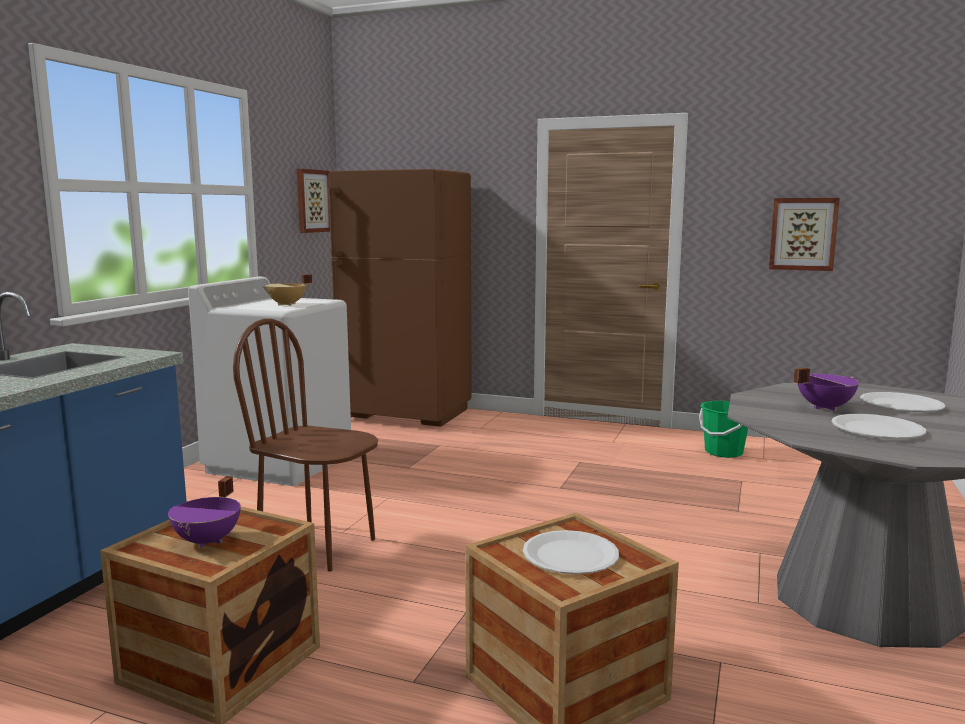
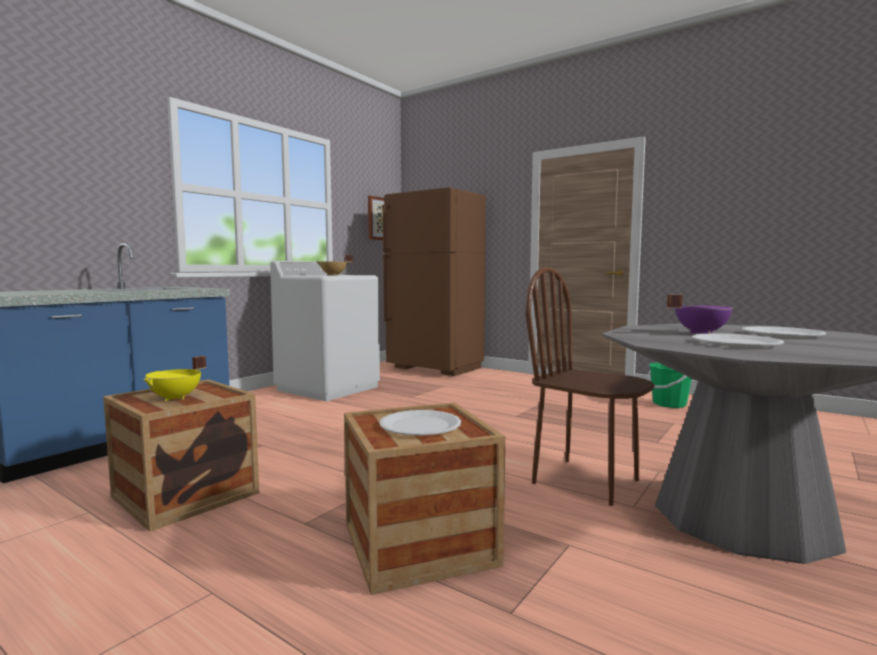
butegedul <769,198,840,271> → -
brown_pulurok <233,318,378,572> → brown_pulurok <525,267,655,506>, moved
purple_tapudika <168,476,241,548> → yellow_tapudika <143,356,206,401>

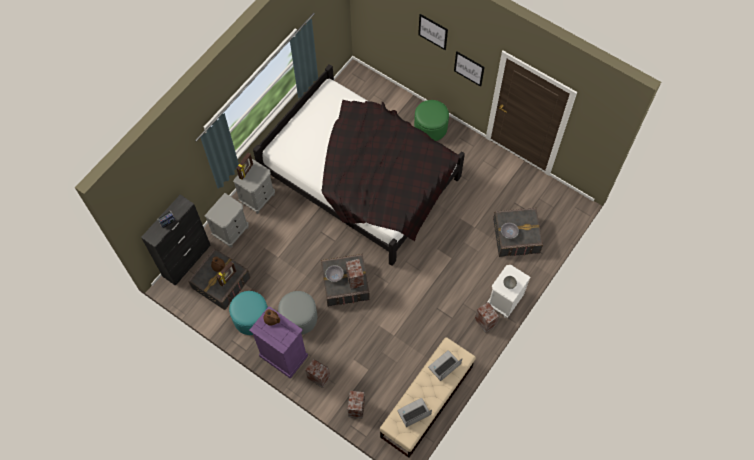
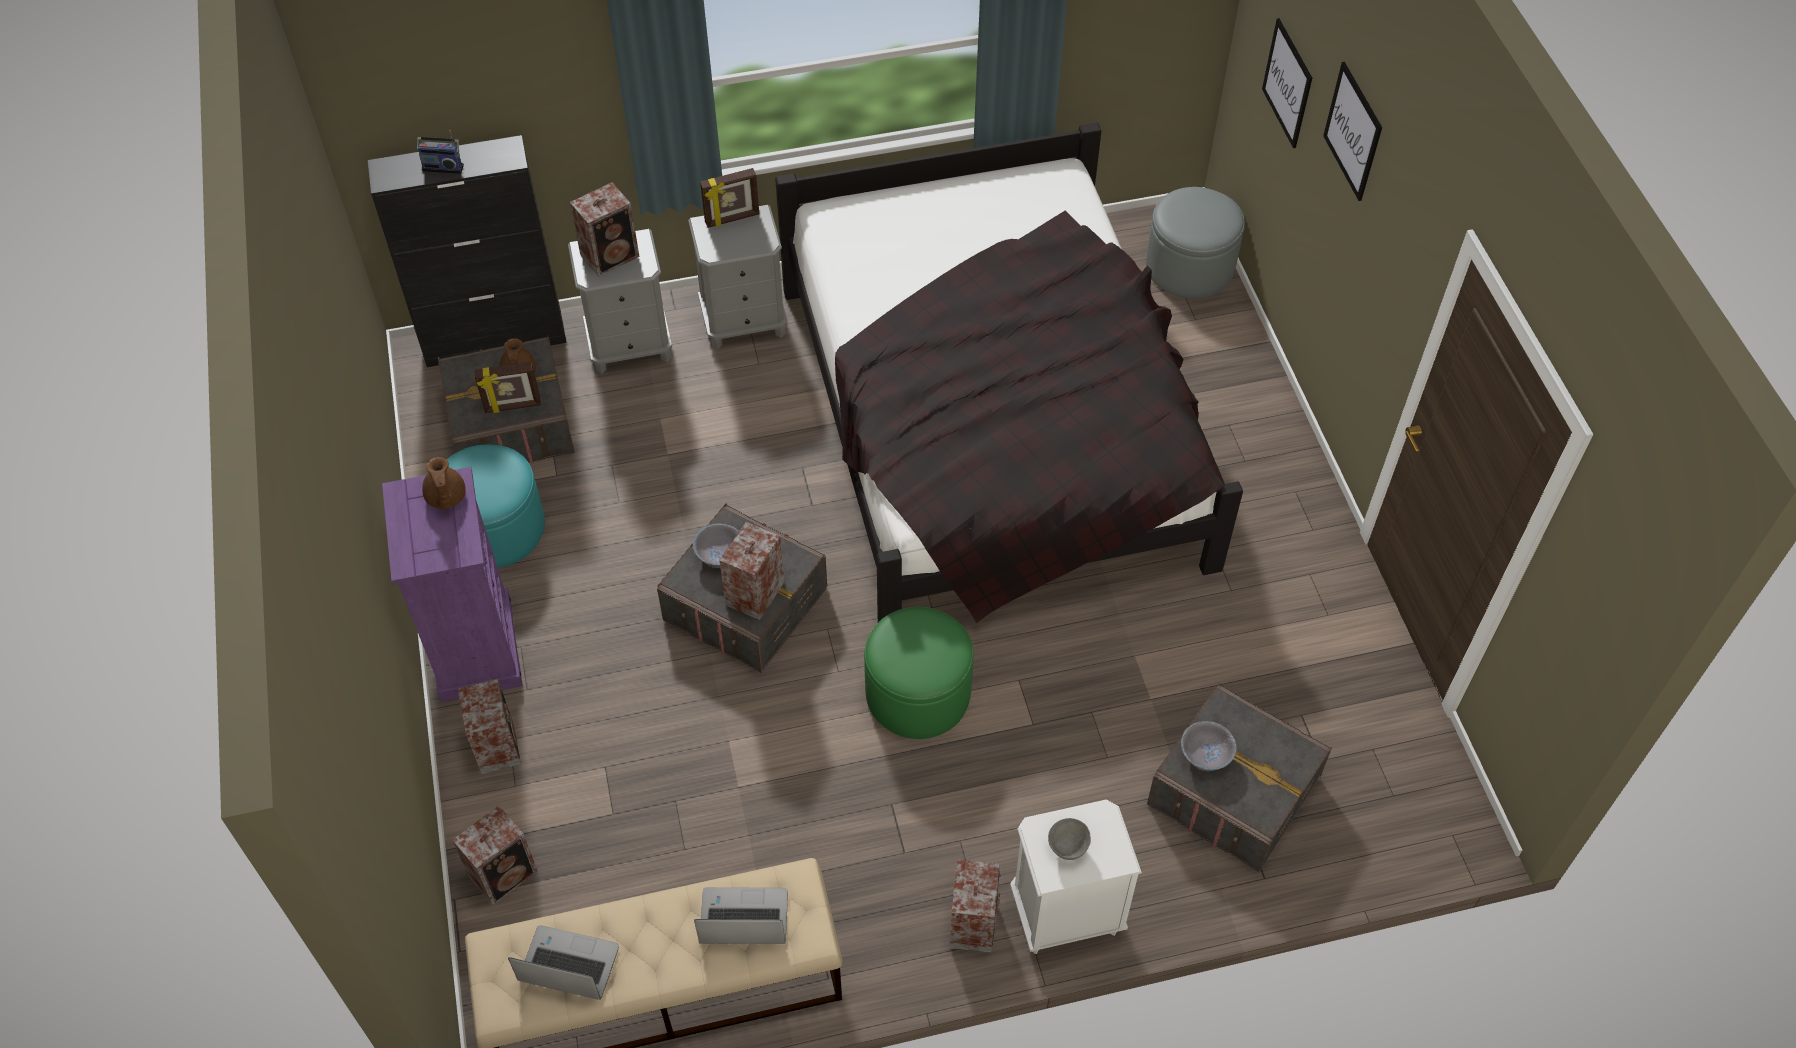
butegedul <454,51,485,87> → butegedul <1262,18,1312,148>, moved
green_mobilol <414,100,449,141> → green_mobilol <864,607,974,739>, moved
grey_mobilol <278,291,317,335> → grey_mobilol <1146,187,1245,299>, moved
- → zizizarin <570,182,639,277>

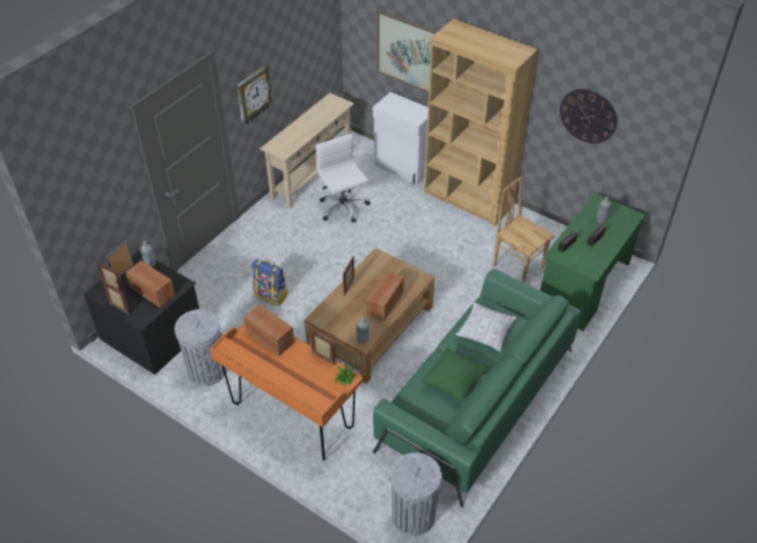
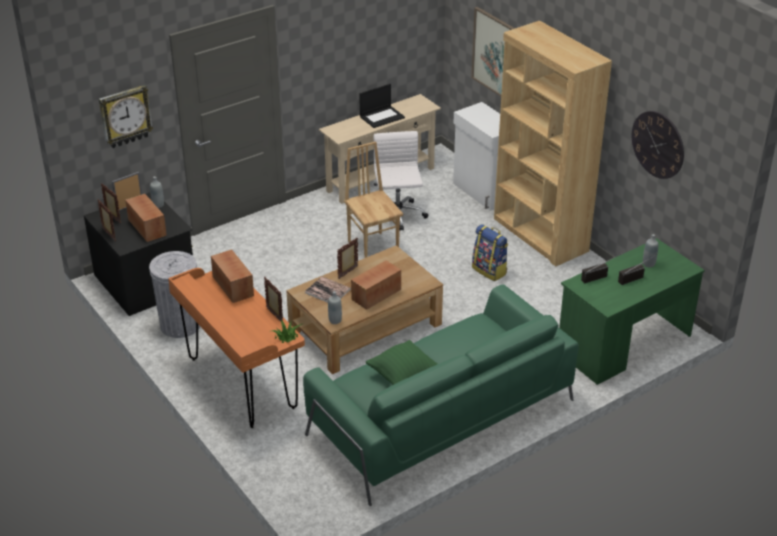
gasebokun <237,65,273,124> → gasebokun <99,85,153,148>, moved
brown_pulurok <493,176,554,283> → brown_pulurok <344,141,403,258>, moved
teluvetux <252,259,288,306> → teluvetux <472,224,508,281>, moved
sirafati <456,302,517,352> → -
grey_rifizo <389,453,443,536> → -
- → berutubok <359,84,405,128>
- → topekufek <305,276,351,303>

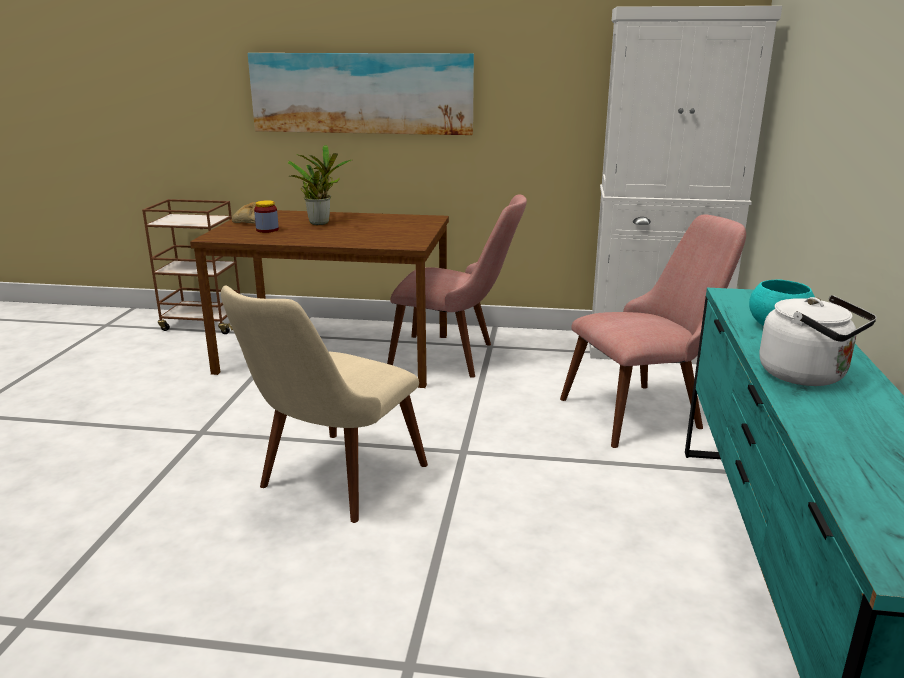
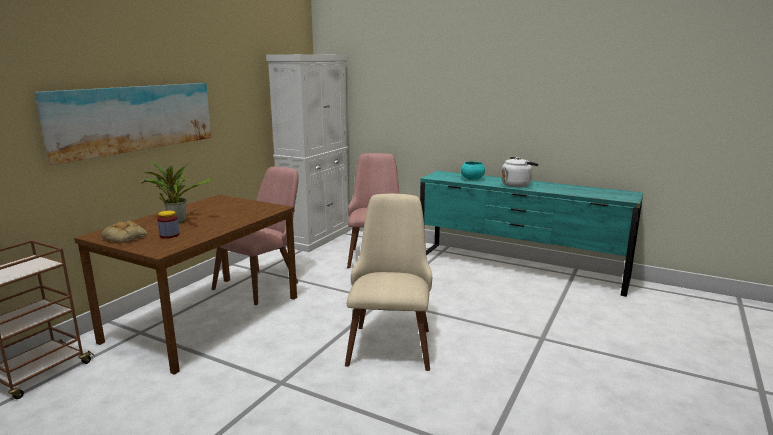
beige_pulurok <221,285,428,523> → beige_pulurok <345,194,432,371>, 135 degrees counterclockwise

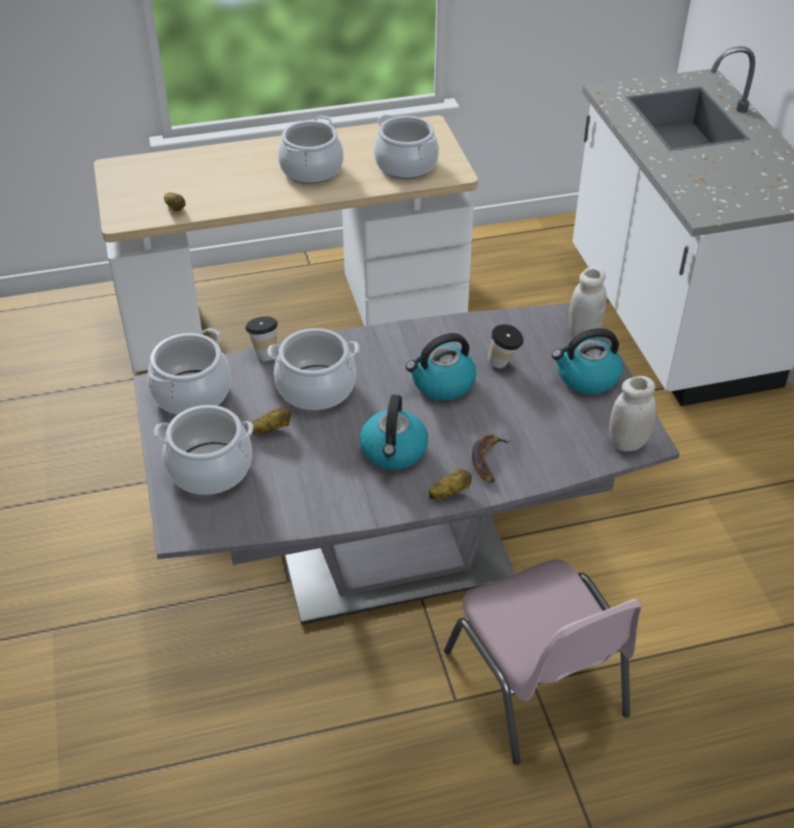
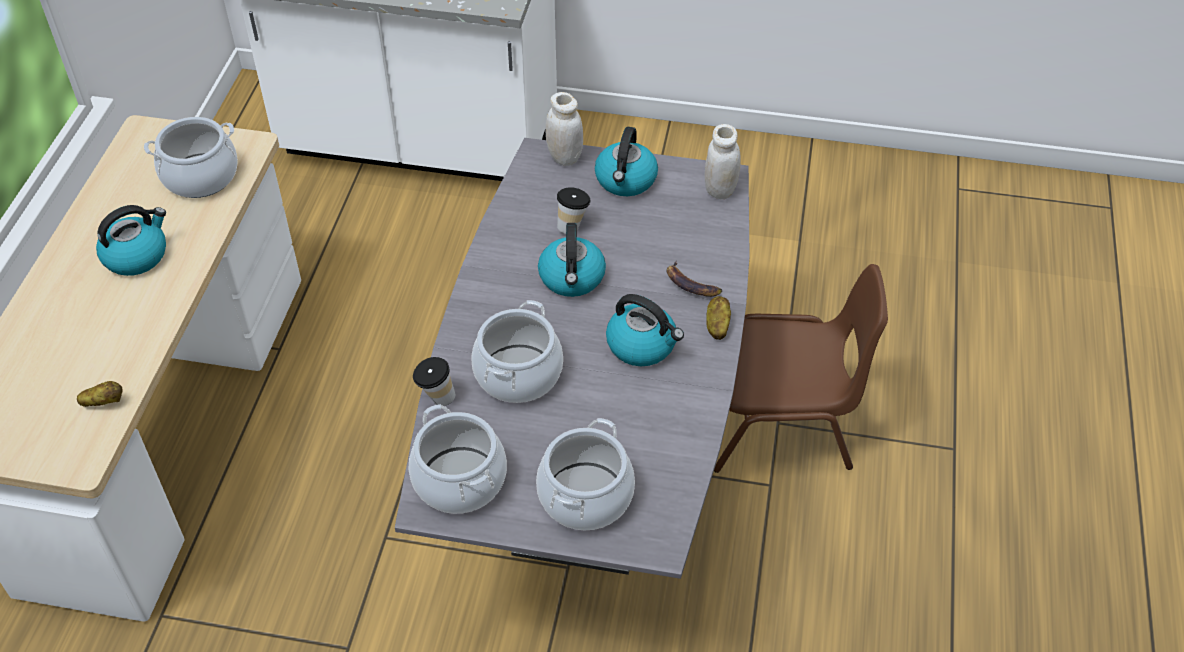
tapudika <278,116,343,184> → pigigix <96,205,166,276>
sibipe <252,407,291,435> → -
pink_pulurok <444,560,642,765> → brown_pulurok <714,264,888,473>

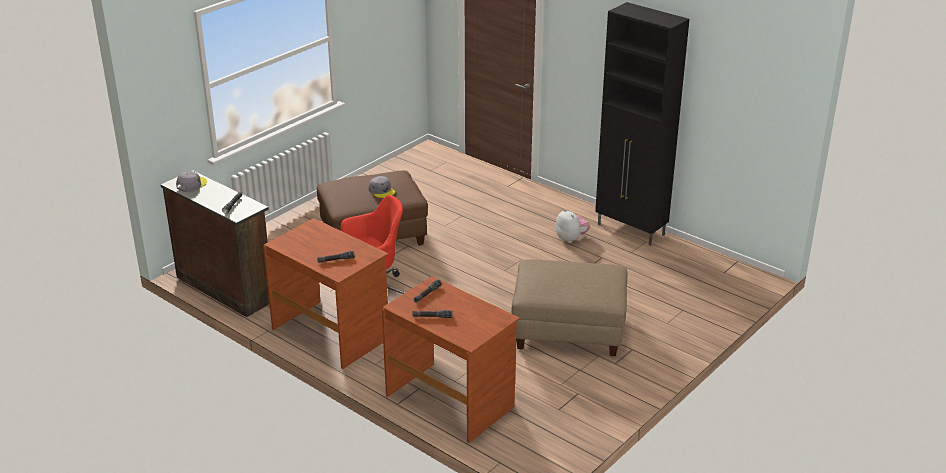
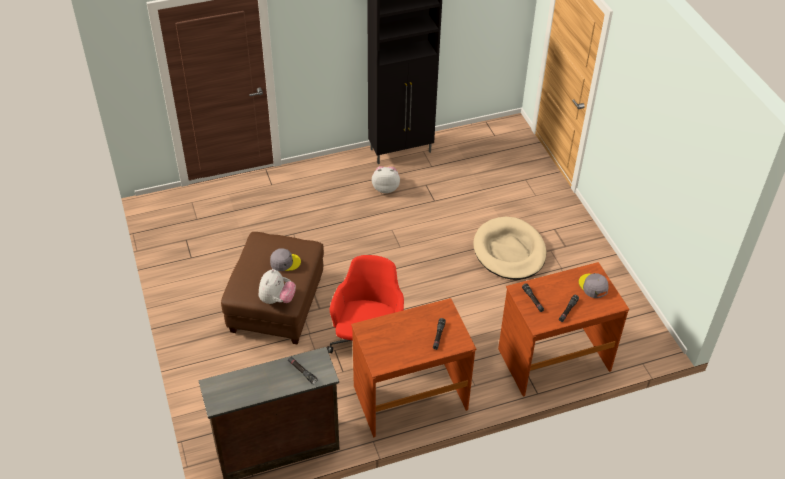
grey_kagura <176,171,207,192> → grey_kagura <579,273,609,298>, moved
beige_mobilol <511,259,627,356> → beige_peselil <473,217,546,280>
- → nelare <259,269,296,304>

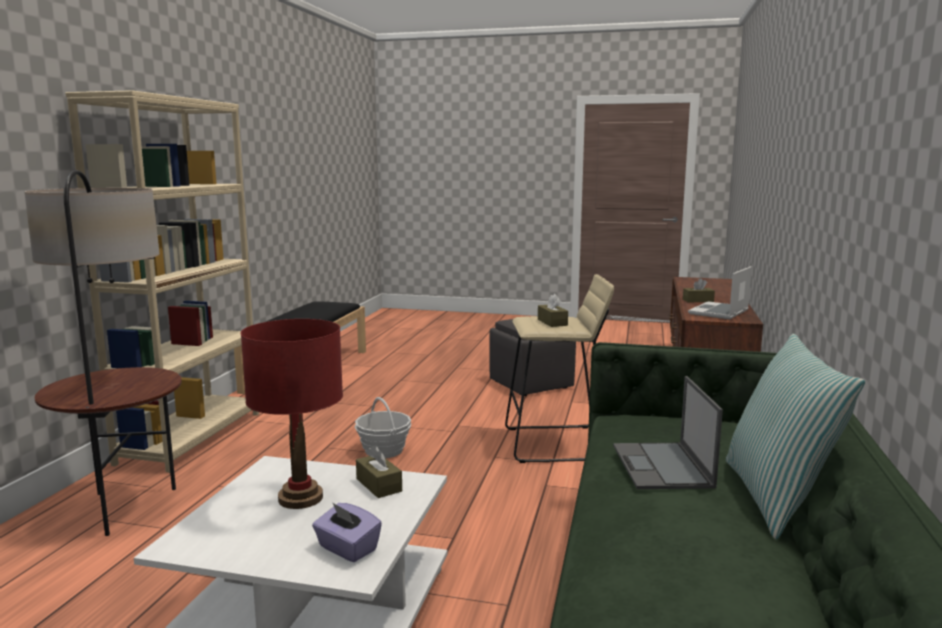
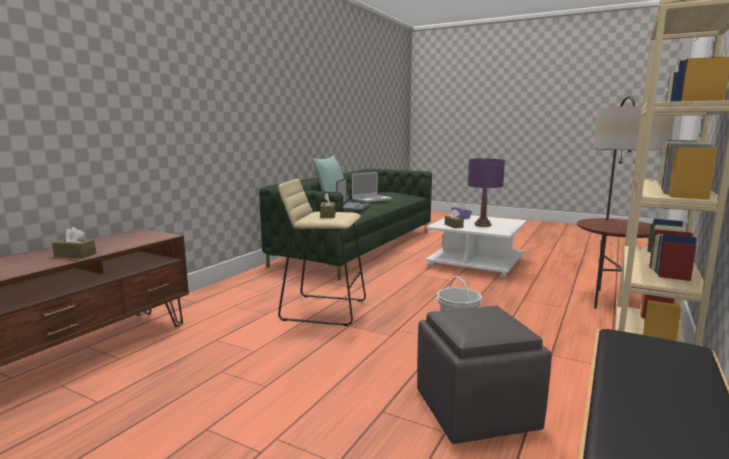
berutubok <688,266,752,320> → berutubok <352,172,392,203>, moved
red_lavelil <241,319,343,509> → purple_lavelil <467,158,505,227>
grey_mobilol <489,319,576,396> → grey_mobilol <417,306,552,444>, moved

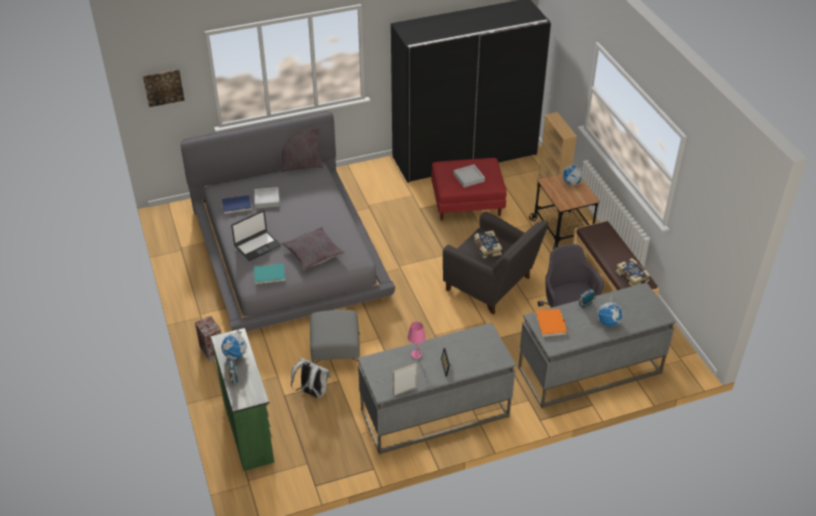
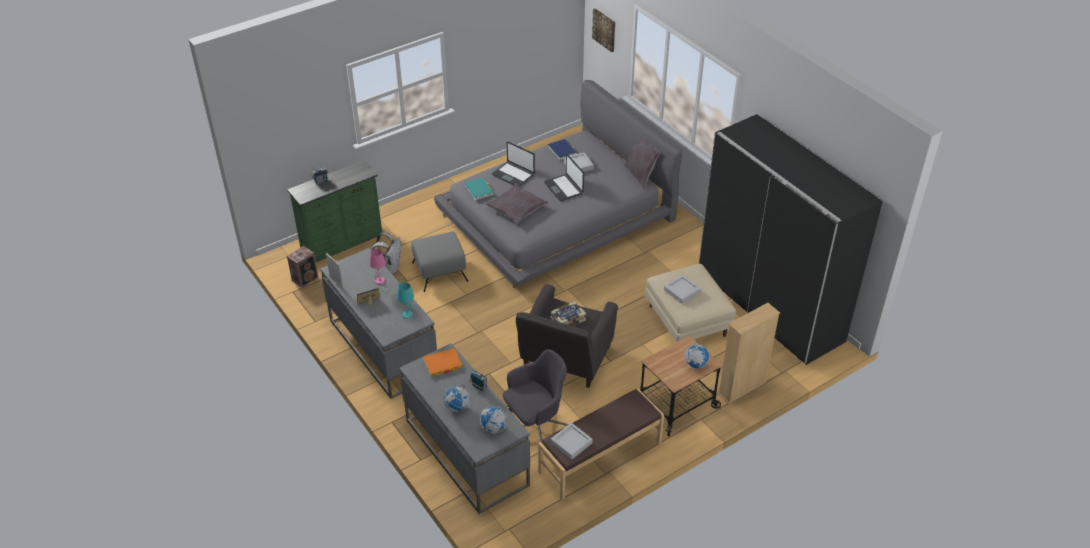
red_mobilol <431,158,507,220> → beige_mobilol <645,264,736,342>
topekufek <616,258,650,287> → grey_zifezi <551,423,592,460>
zizizarin <195,316,221,361> → zizizarin <287,246,318,288>, moved
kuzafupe <221,330,248,359> → kuzafupe <480,405,507,433>, moved
- → berutubok <544,154,584,201>
- → turquoise_lavelil <397,282,414,319>

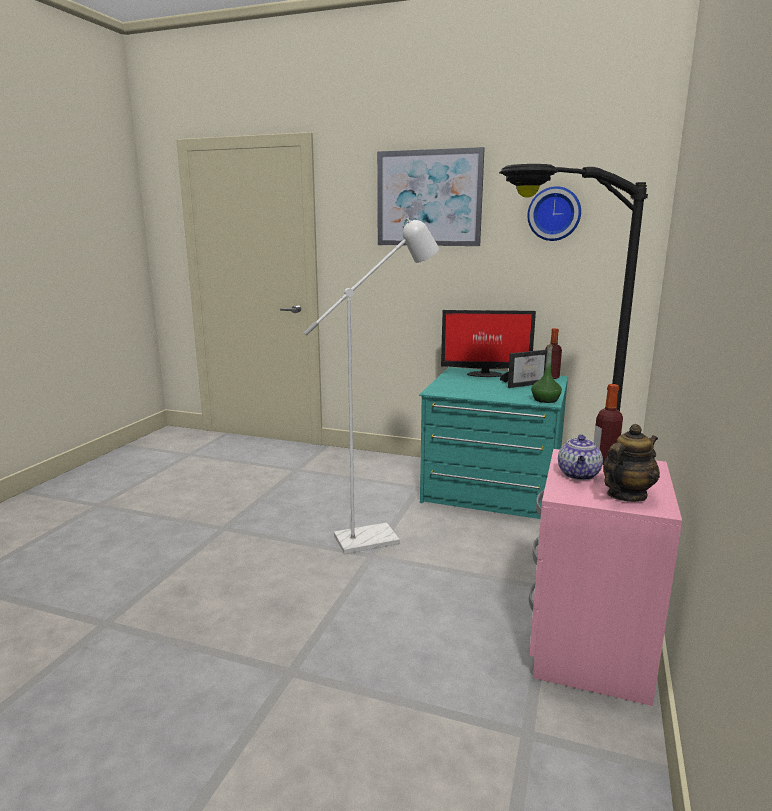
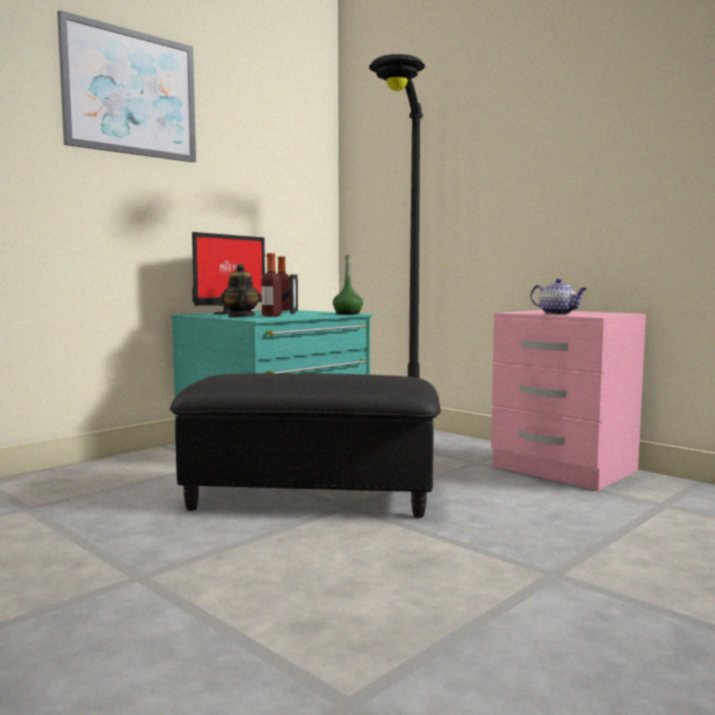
gasebokun <527,186,581,241> → -
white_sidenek <303,218,439,554> → black_mobilol <169,373,441,518>
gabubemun <594,384,623,463> → gabubemun <261,253,282,316>, moved
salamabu <603,424,660,502> → salamabu <221,264,261,317>, moved

